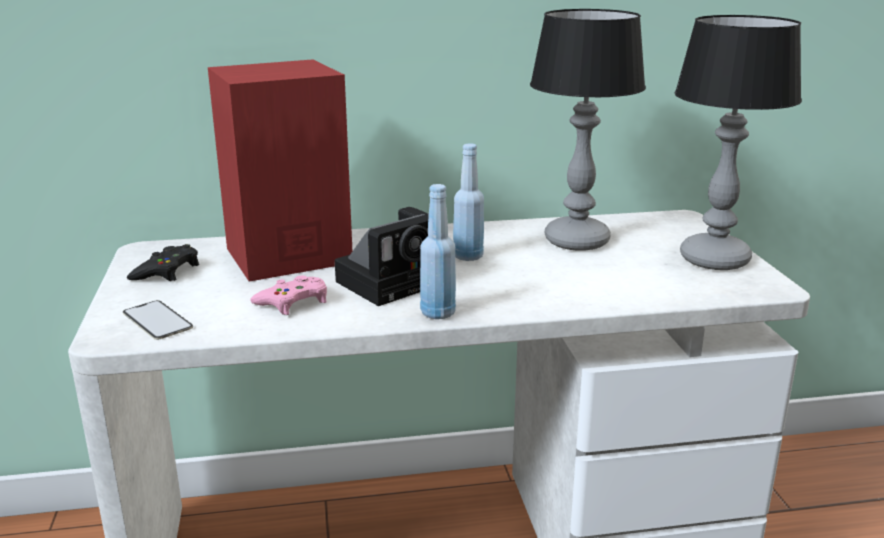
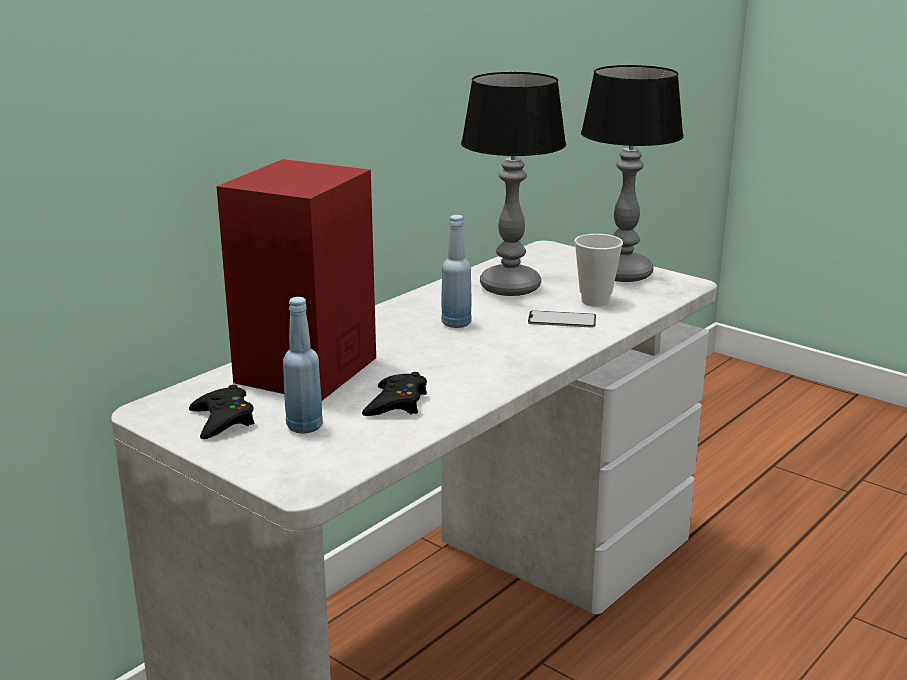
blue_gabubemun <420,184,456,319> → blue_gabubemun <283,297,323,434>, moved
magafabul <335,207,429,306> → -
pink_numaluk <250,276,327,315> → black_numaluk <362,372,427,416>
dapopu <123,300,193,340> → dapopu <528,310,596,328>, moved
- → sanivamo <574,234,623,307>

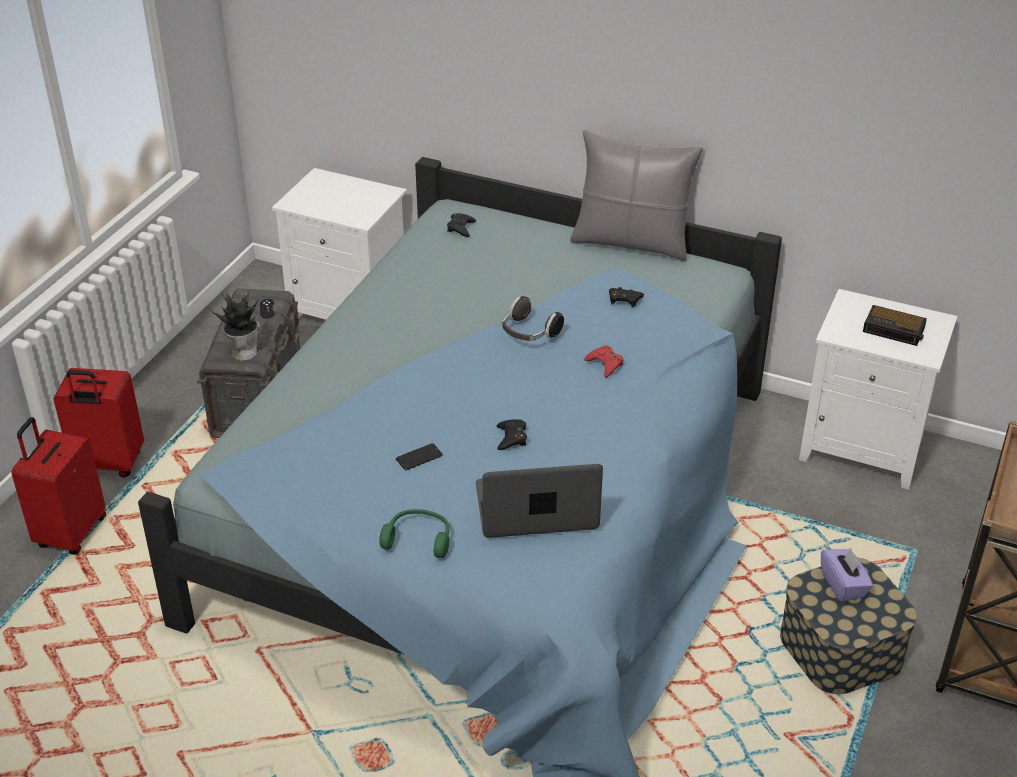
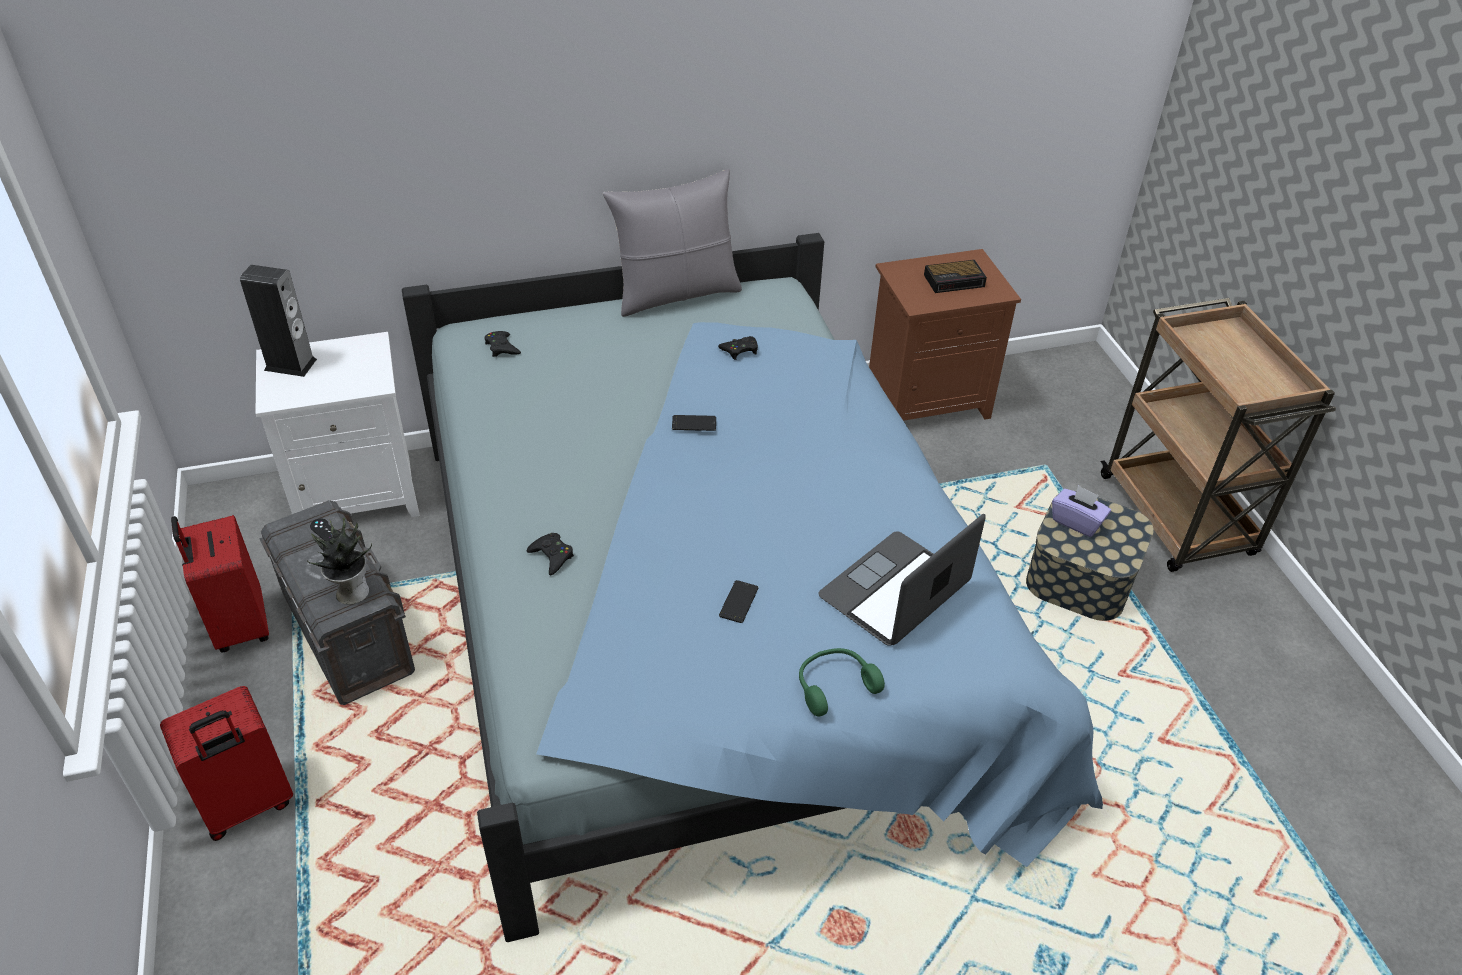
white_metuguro <799,289,957,490> → brown_metuguro <869,249,1021,421>
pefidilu <502,296,564,341> → dapopu <672,415,716,431>
red_numaluk <584,345,624,377> → -
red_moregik <12,417,106,555> → red_moregik <171,515,269,653>, moved
black_numaluk <497,419,527,450> → black_numaluk <527,533,574,575>, moved
- → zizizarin <240,265,317,377>

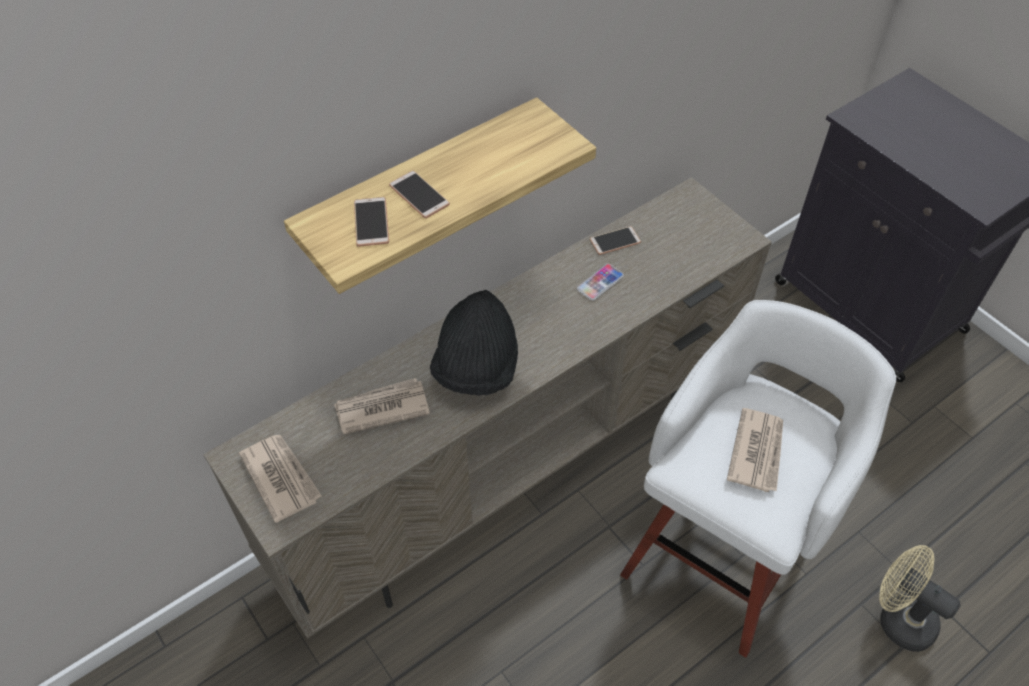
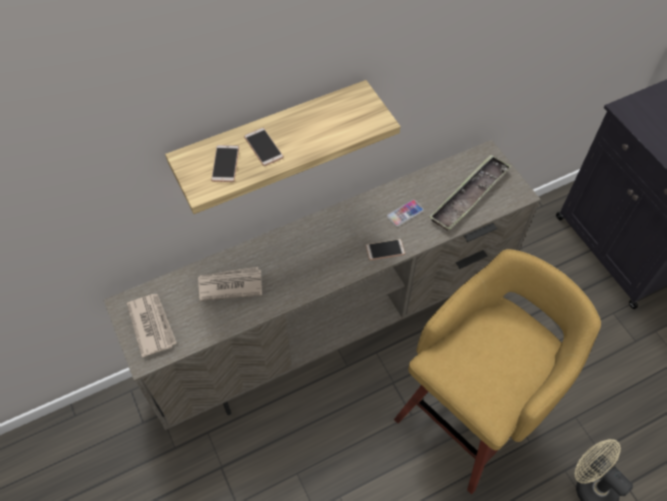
dapopu <590,226,641,255> → dapopu <366,239,405,260>, moved
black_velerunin <430,290,518,396> → -
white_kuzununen <620,300,896,658> → yellow_kuzununen <394,249,601,494>
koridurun <727,408,783,492> → -
- → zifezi <429,155,511,231>

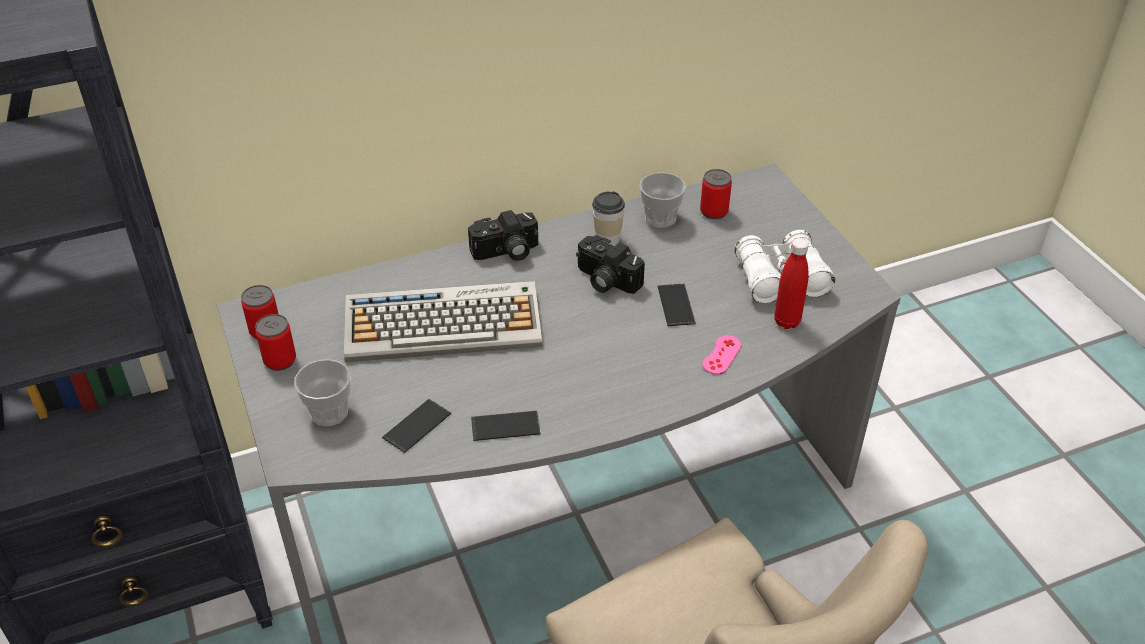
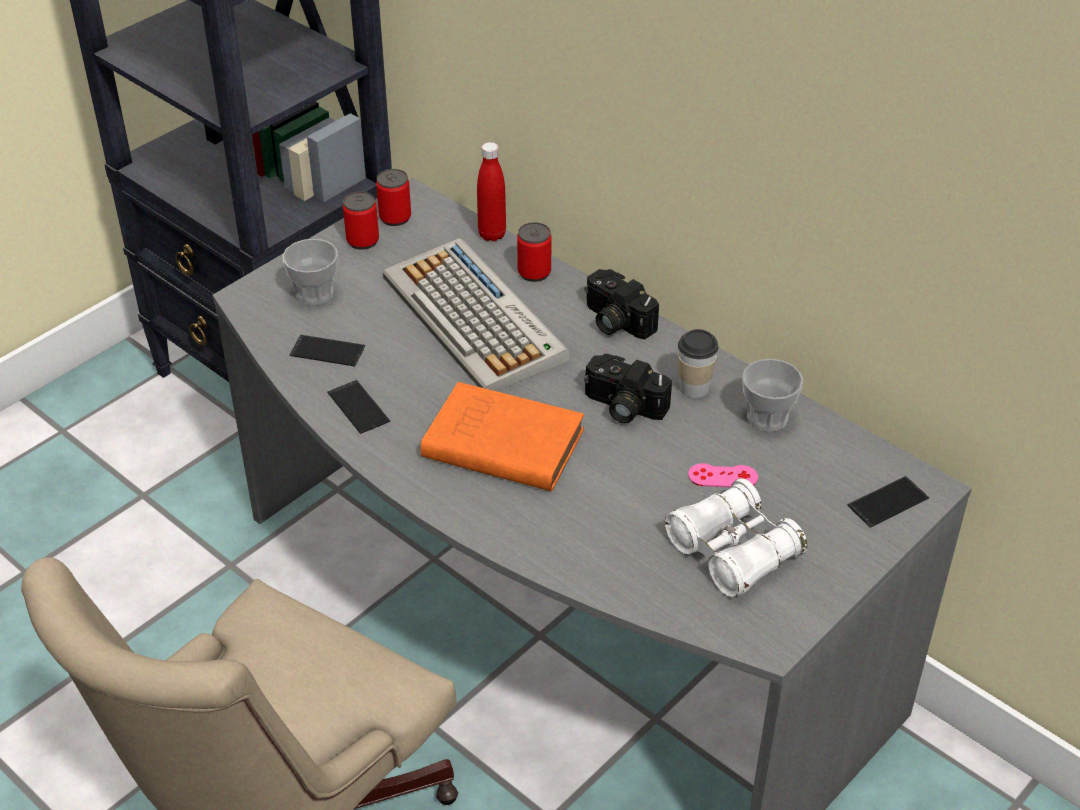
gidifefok <700,169,732,219> → gidifefok <517,222,551,282>, moved
magafabul <576,235,645,294> → magafabul <584,354,672,423>, 75 degrees counterclockwise
red_gabubemun <774,238,809,329> → red_gabubemun <477,142,506,241>, moved
dapopu <658,283,696,326> → dapopu <847,476,929,528>, moved
pink_numaluk <702,335,741,375> → pink_numaluk <688,463,758,488>, moved
- → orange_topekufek <421,382,584,491>

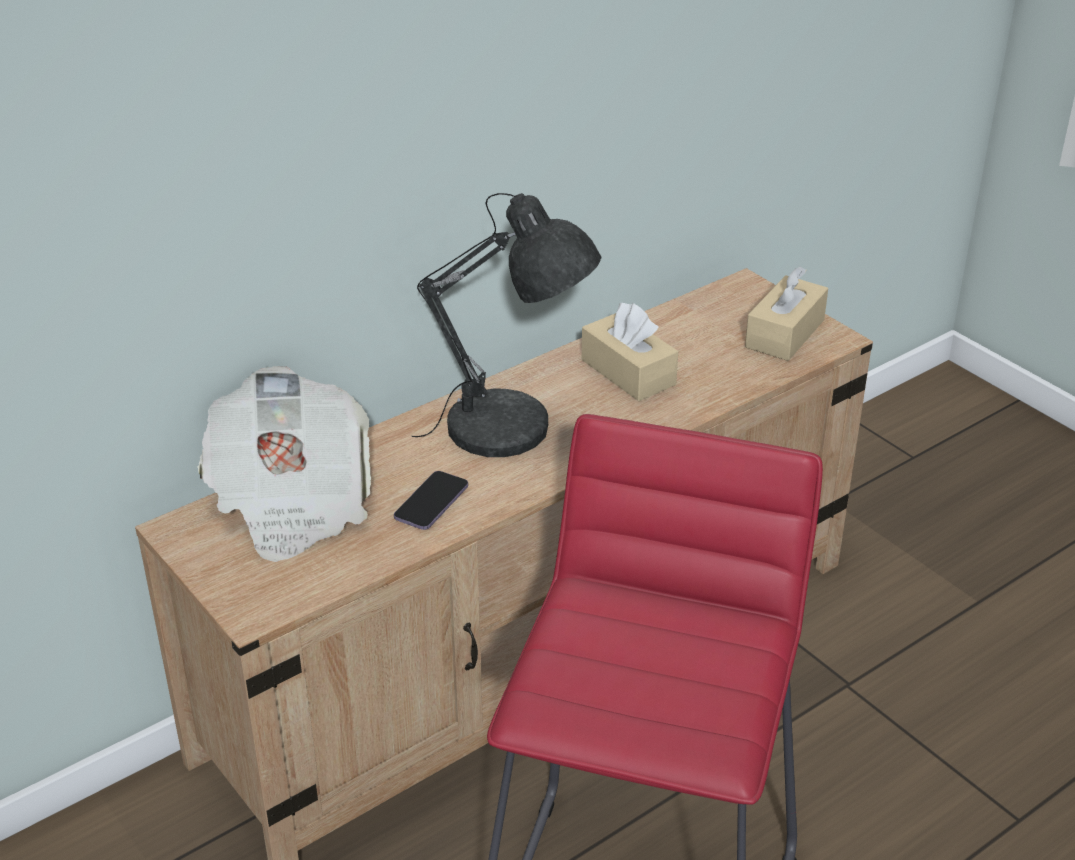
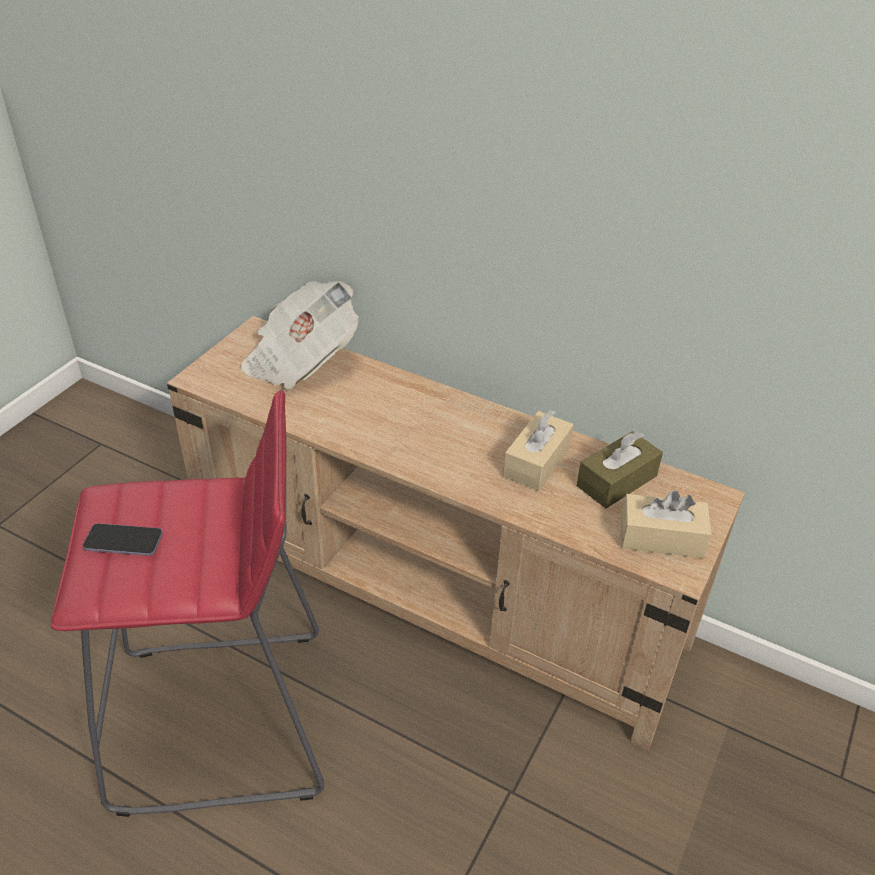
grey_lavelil <412,193,602,457> → -
dapopu <394,471,468,530> → dapopu <83,523,163,556>, moved
- → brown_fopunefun <577,431,663,508>

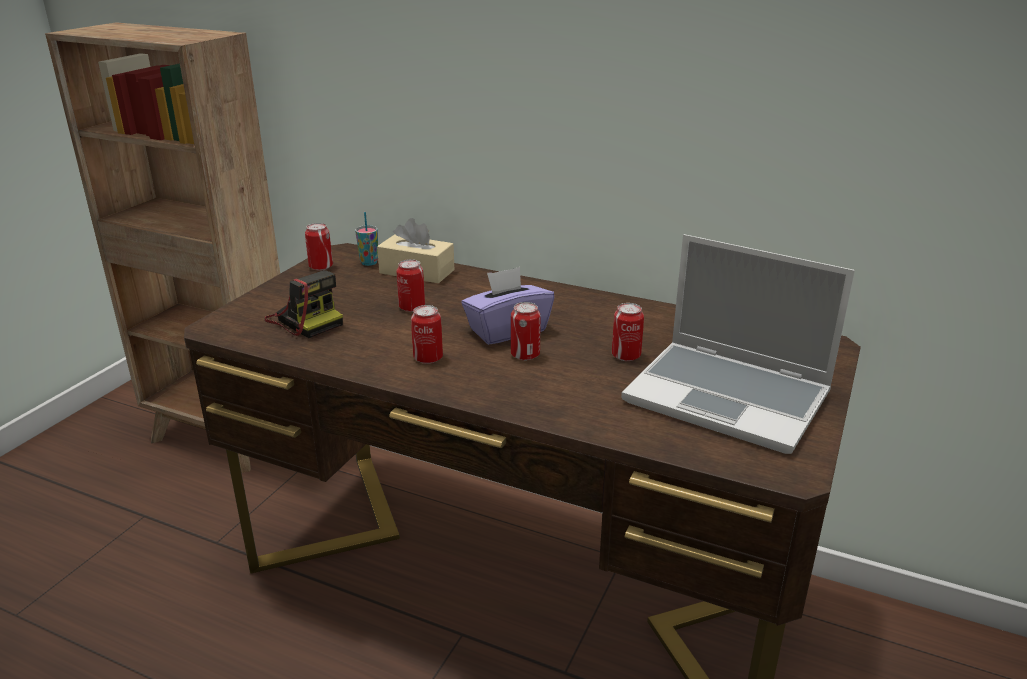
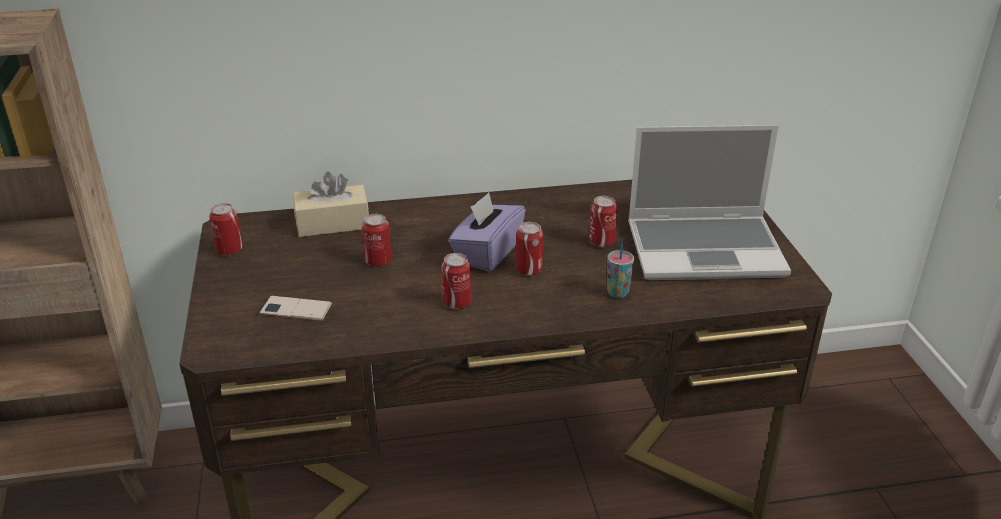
sanivamo <355,212,378,266> → sanivamo <607,238,634,298>, moved
magafabul <265,270,343,338> → dapopu <259,296,332,321>

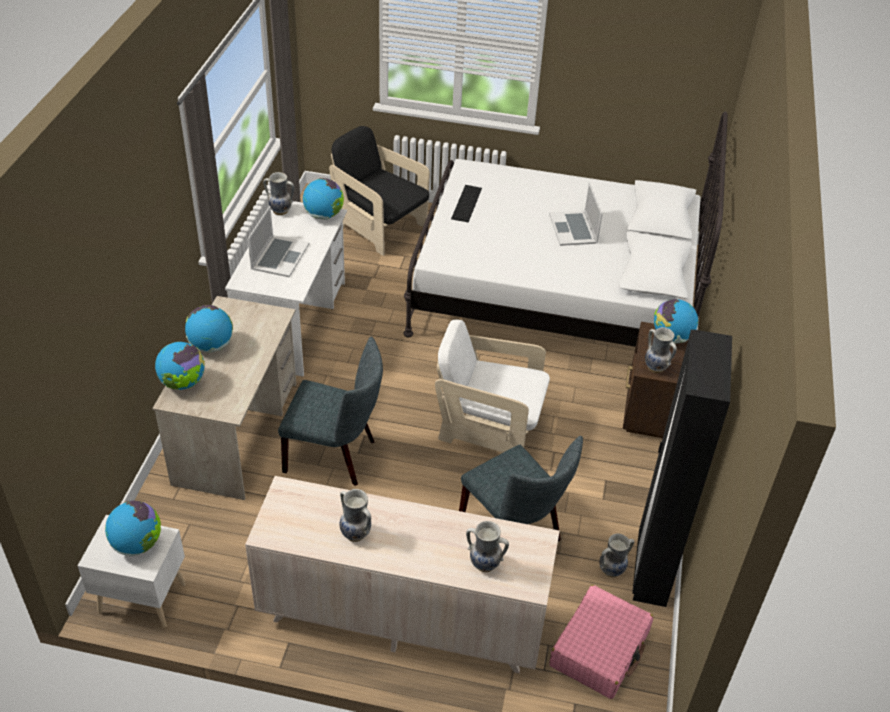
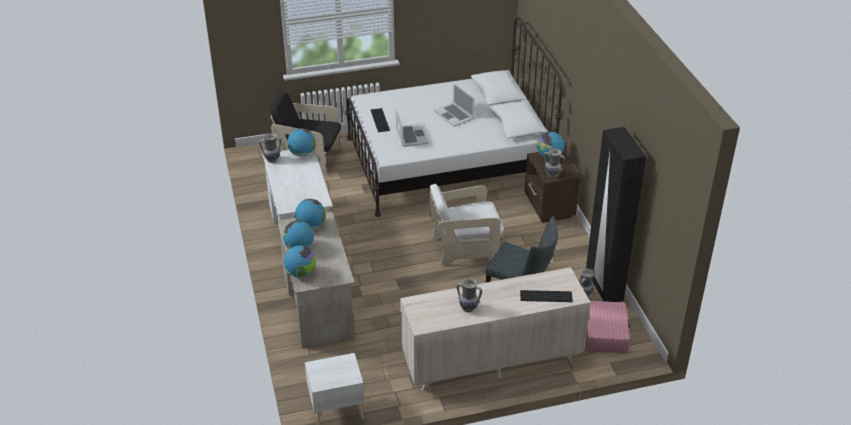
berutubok <248,206,309,277> → berutubok <396,107,428,147>, moved
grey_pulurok <278,337,383,486> → -
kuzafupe <105,500,161,556> → kuzafupe <295,199,326,229>, moved
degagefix <466,521,509,572> → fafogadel <520,290,573,302>

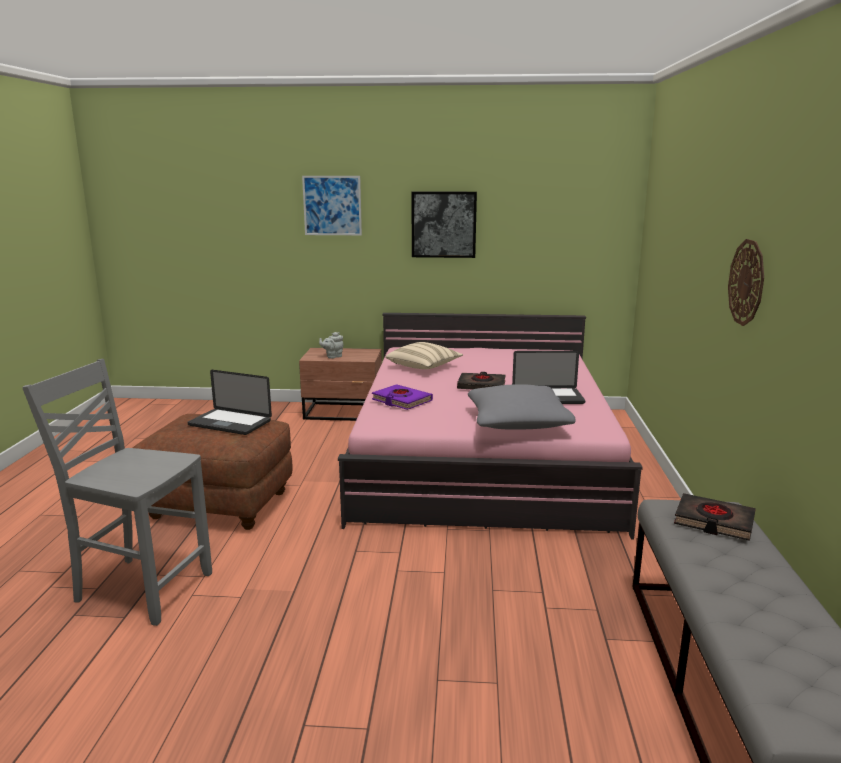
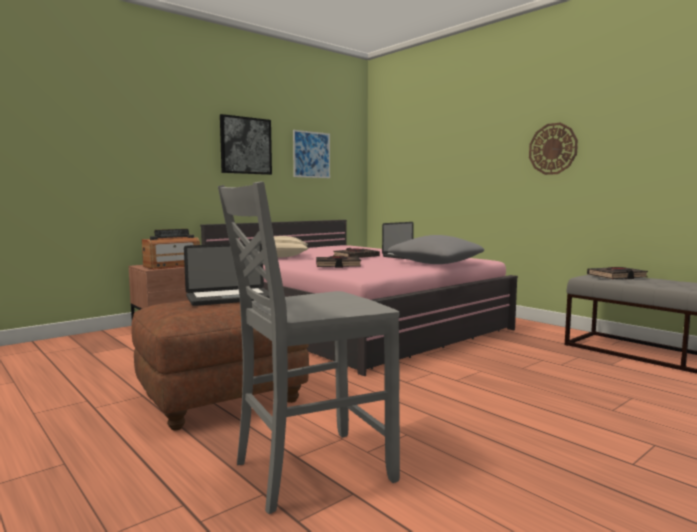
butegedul <302,176,362,235> → butegedul <293,130,330,178>, moved
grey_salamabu <319,332,344,359> → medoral <142,229,200,270>
purple_topekufek <372,384,433,410> → black_topekufek <316,256,361,268>

